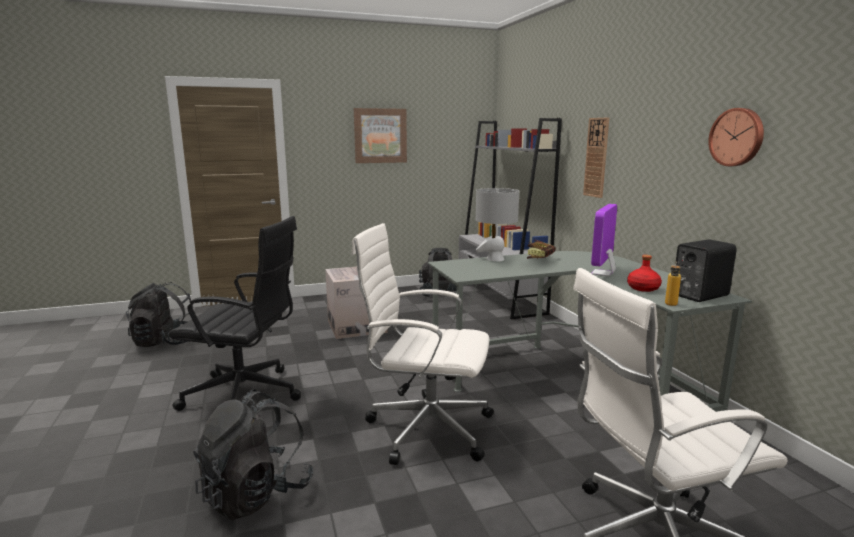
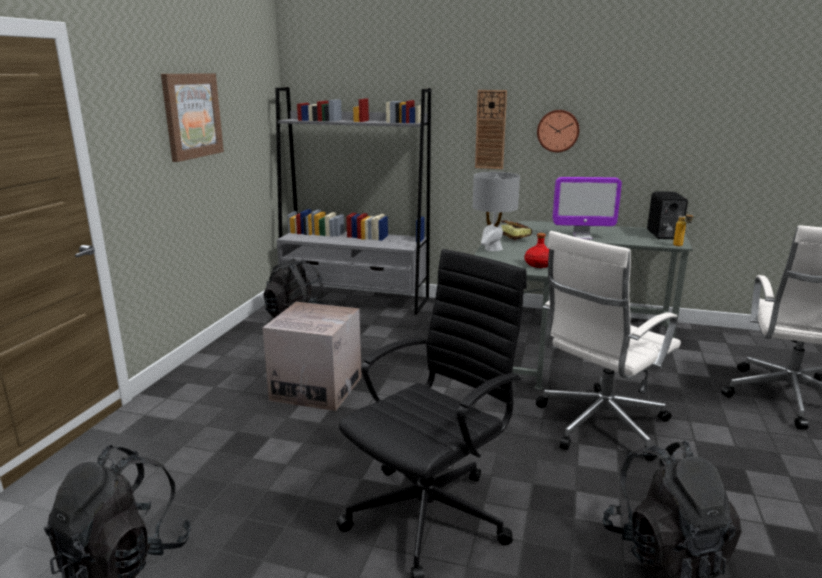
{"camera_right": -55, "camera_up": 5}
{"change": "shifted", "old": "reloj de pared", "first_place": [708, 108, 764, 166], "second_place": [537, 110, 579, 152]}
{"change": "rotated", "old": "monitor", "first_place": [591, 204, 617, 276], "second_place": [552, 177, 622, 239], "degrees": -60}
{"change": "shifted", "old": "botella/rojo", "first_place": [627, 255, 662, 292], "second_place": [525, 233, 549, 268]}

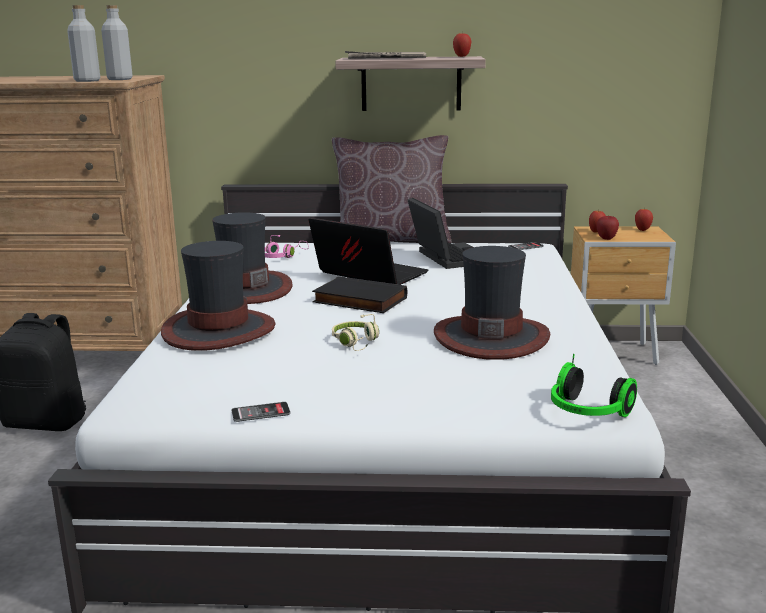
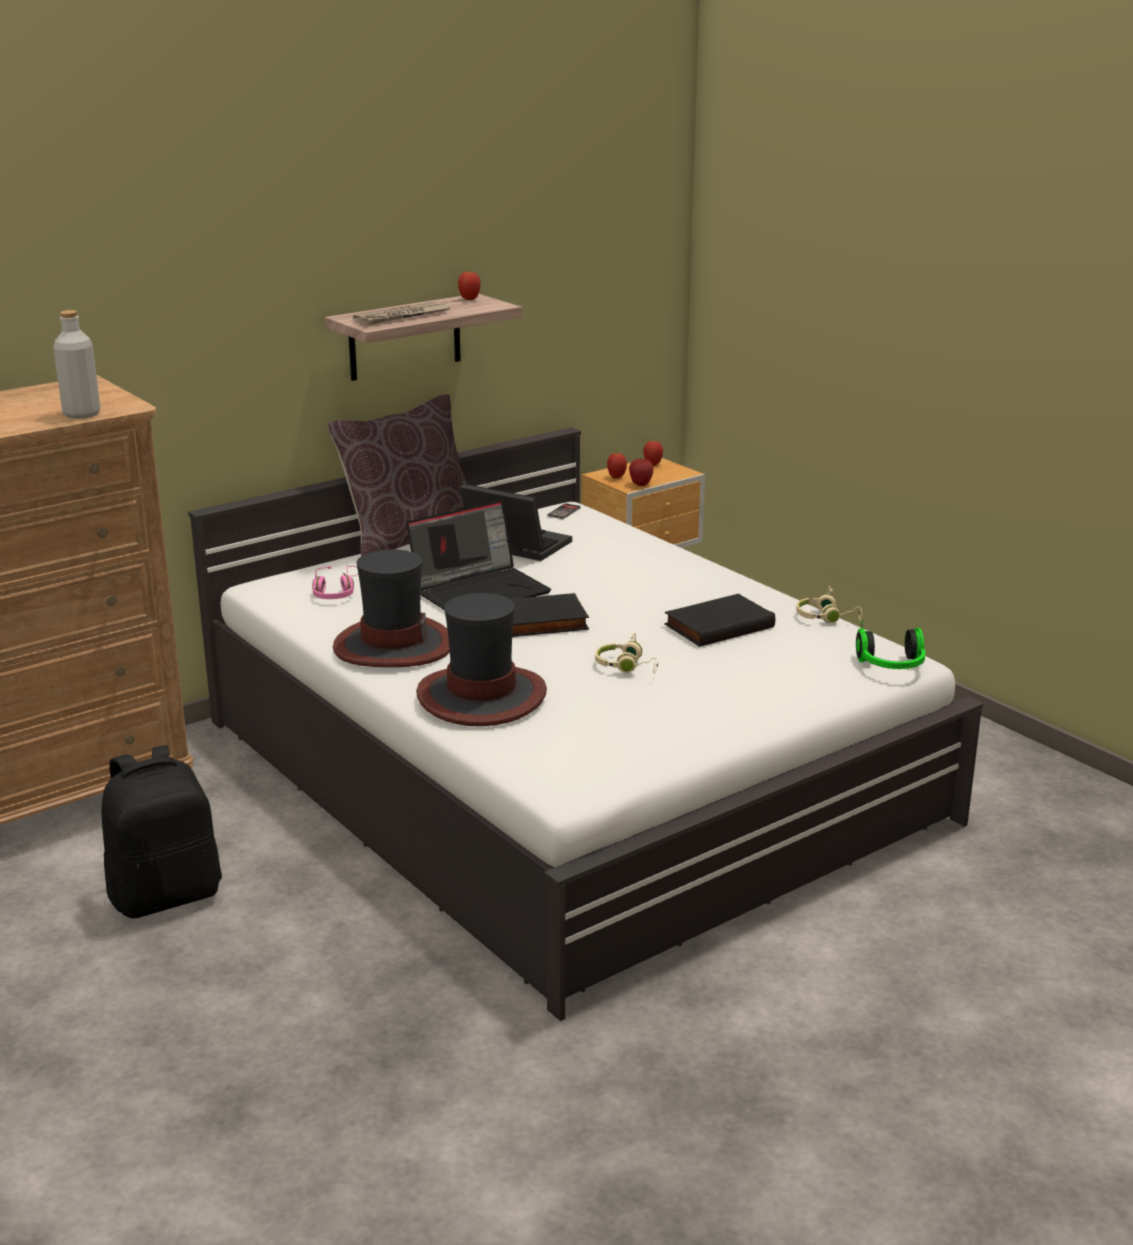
{"camera_right": -40, "camera_up": 5}
{"change": "gone", "old": "botella/gris", "first_place": [101, 5, 133, 80]}
{"change": "rotated", "old": "portátil", "first_place": [308, 217, 428, 285], "second_place": [406, 500, 551, 610], "degrees": 150}
{"change": "swapped", "old": "sombrero", "new": "libro/negro", "first_place": [434, 246, 550, 360], "second_place": [664, 594, 775, 647]}
{"change": "gone", "old": "móvil", "first_place": [231, 402, 290, 422]}
{"change": "new", "new": "auriculares/beis", "second_place": [796, 586, 862, 623]}

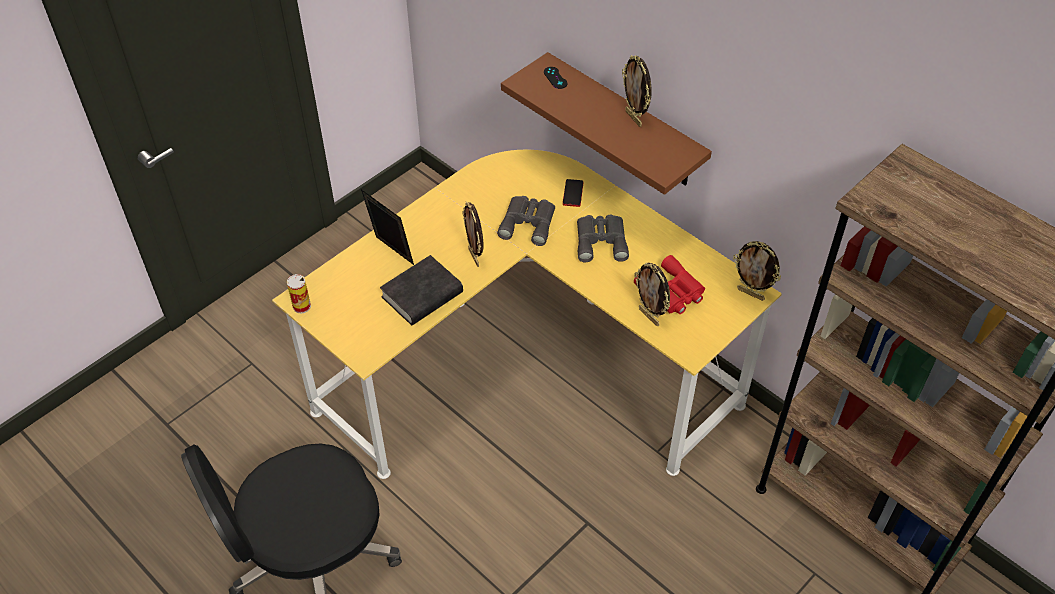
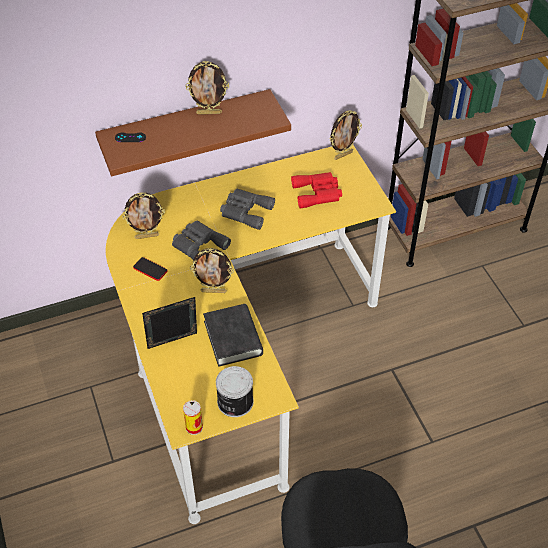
{"camera_right": -65, "camera_up": 0}
{"change": "shifted", "old": "móvil", "first_place": [563, 179, 583, 207], "second_place": [133, 257, 168, 281]}
{"change": "shifted", "old": "portarretratos", "first_place": [634, 262, 670, 326], "second_place": [122, 192, 165, 239]}
{"change": "new", "new": "lata", "second_place": [216, 366, 254, 417]}

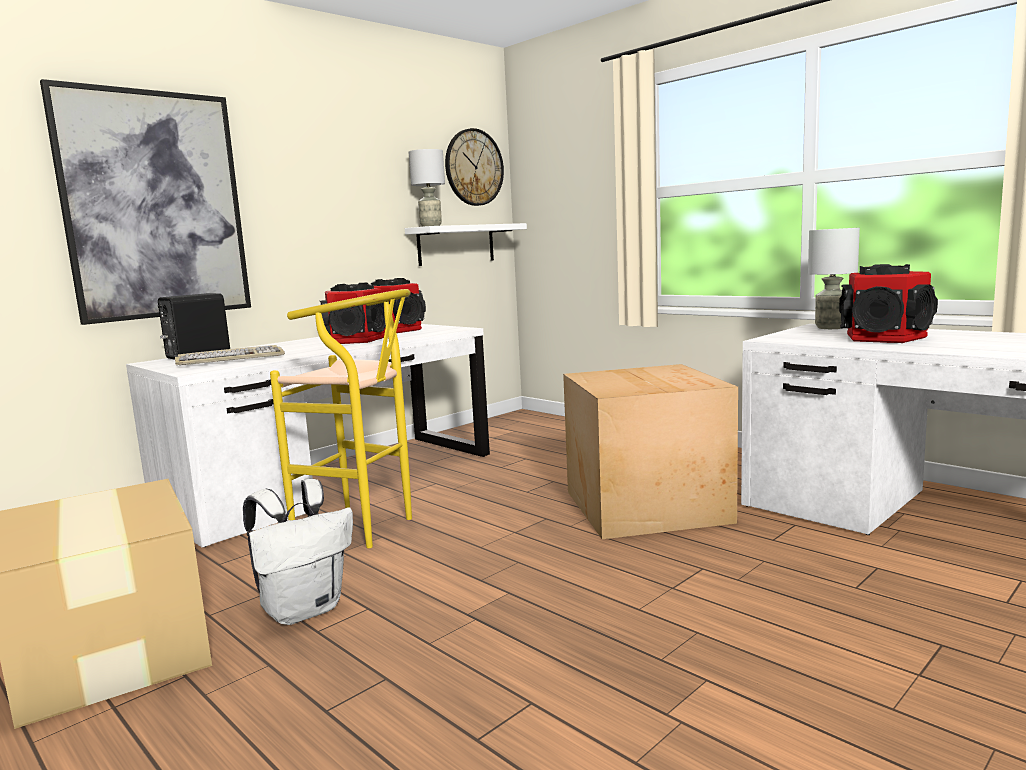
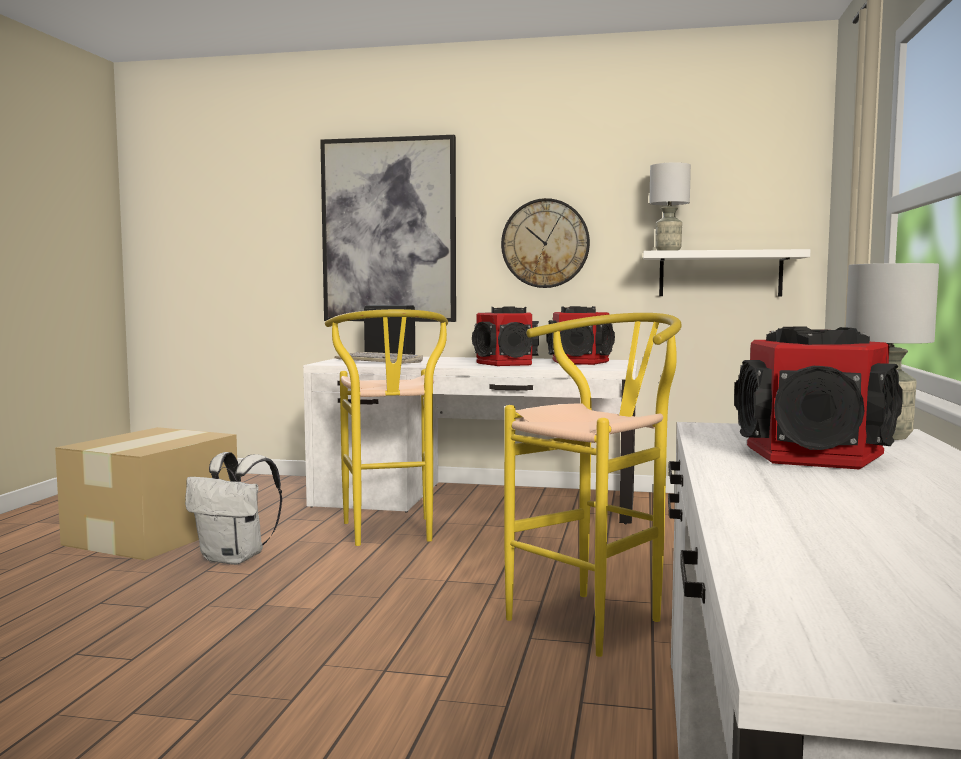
{"camera_right": 55, "camera_up": -5}
{"change": "shifted", "old": "reloj de pared", "first_place": [445, 128, 504, 206], "second_place": [501, 198, 590, 288]}
{"change": "swapped", "old": "caja de cartón", "new": "taburete/amarillo", "first_place": [563, 364, 738, 539], "second_place": [504, 313, 682, 657]}

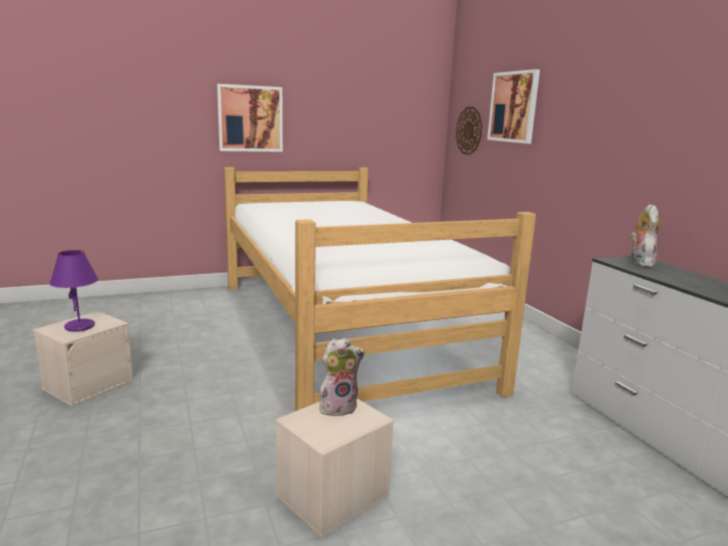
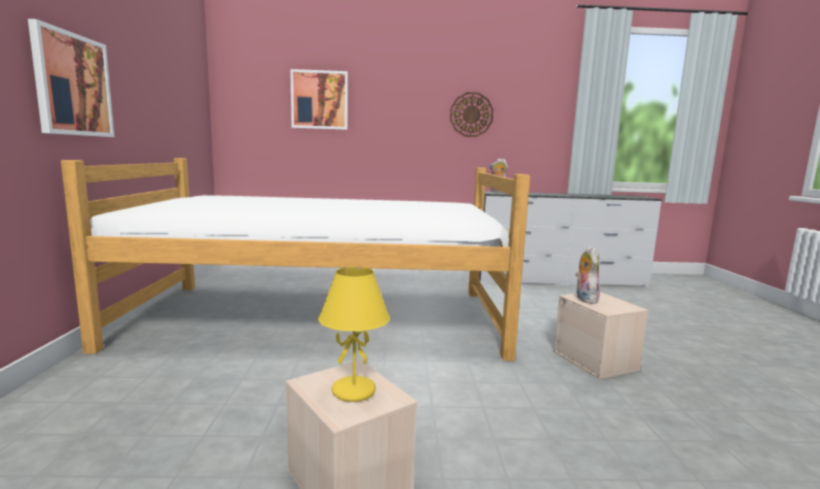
{"camera_right": -70, "camera_up": -5}
{"change": "shifted", "old": "reloj de pared", "first_place": [456, 107, 482, 155], "second_place": [450, 92, 493, 137]}
{"change": "repainted", "old": "lámpara de mesa/morado", "new": "lámpara de mesa/amarillo", "first_place": [50, 250, 98, 332], "second_place": [318, 267, 390, 402]}

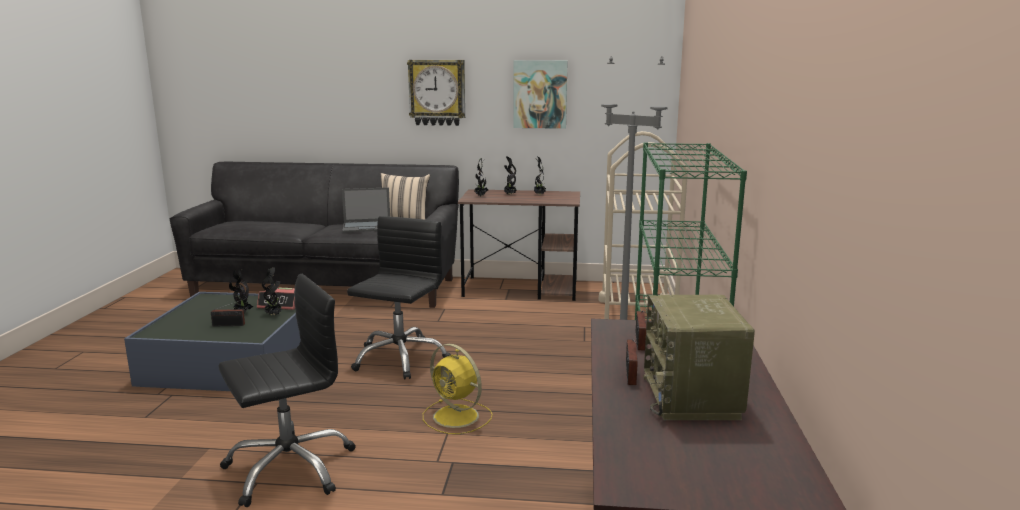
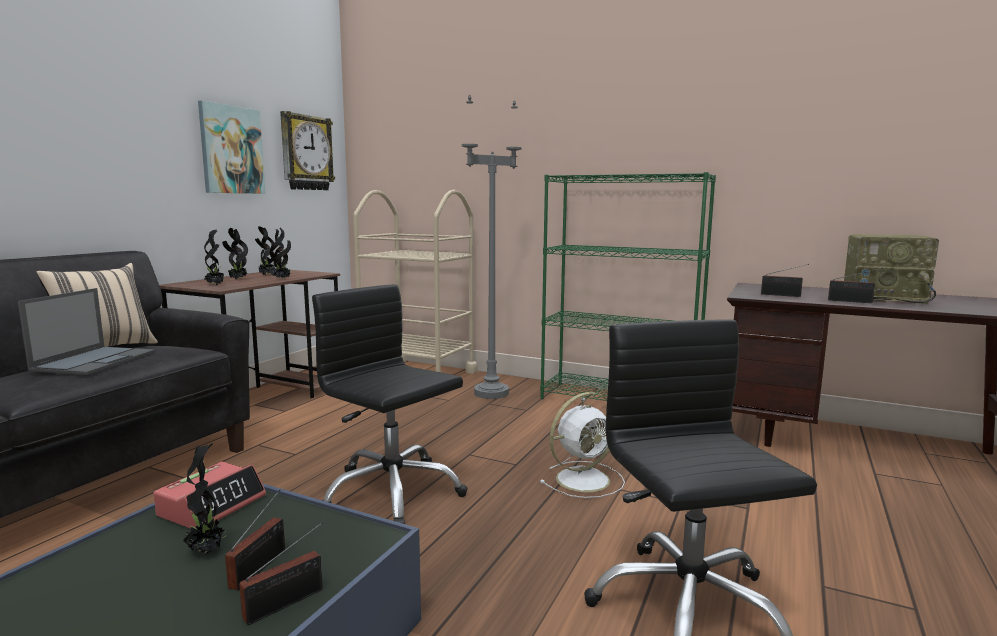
{"camera_right": -70, "camera_up": -5}
{"change": "shifted", "old": "reloj de pared", "first_place": [407, 60, 465, 126], "second_place": [280, 111, 335, 190]}
{"change": "shifted", "old": "planta en maceta", "first_place": [262, 267, 281, 316], "second_place": [270, 228, 292, 279]}
{"change": "repainted", "old": "ventilador/amarillo", "new": "ventilador/blanco", "first_place": [423, 344, 493, 434], "second_place": [539, 392, 625, 498]}
{"change": "new", "new": "radio", "second_place": [239, 522, 324, 625]}

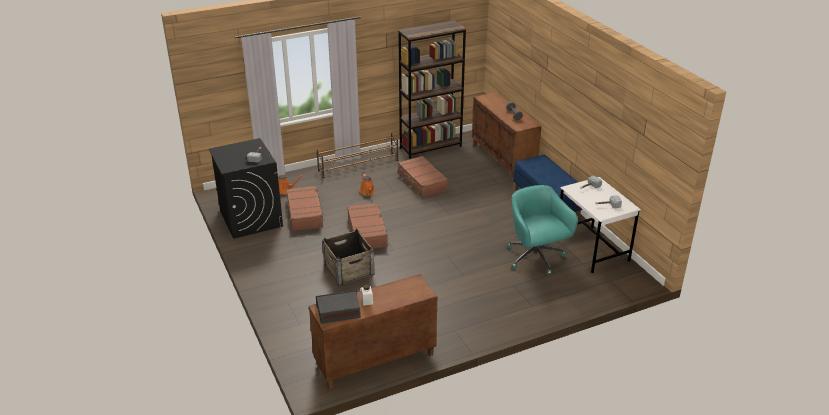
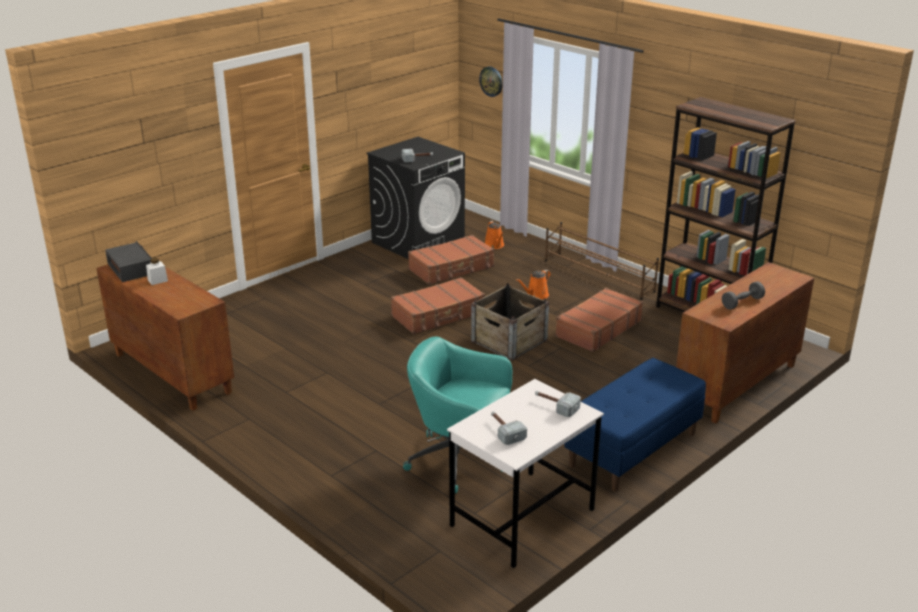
{"camera_right": 70, "camera_up": -5}
{"change": "rotated", "old": "silla de oficina/turquesa", "first_place": [507, 185, 578, 275], "second_place": [403, 337, 512, 493], "degrees": -120}
{"change": "shifted", "old": "caja de embalaje", "first_place": [322, 229, 375, 286], "second_place": [471, 283, 549, 361]}
{"change": "new", "new": "reloj de pared", "second_place": [479, 66, 503, 97]}

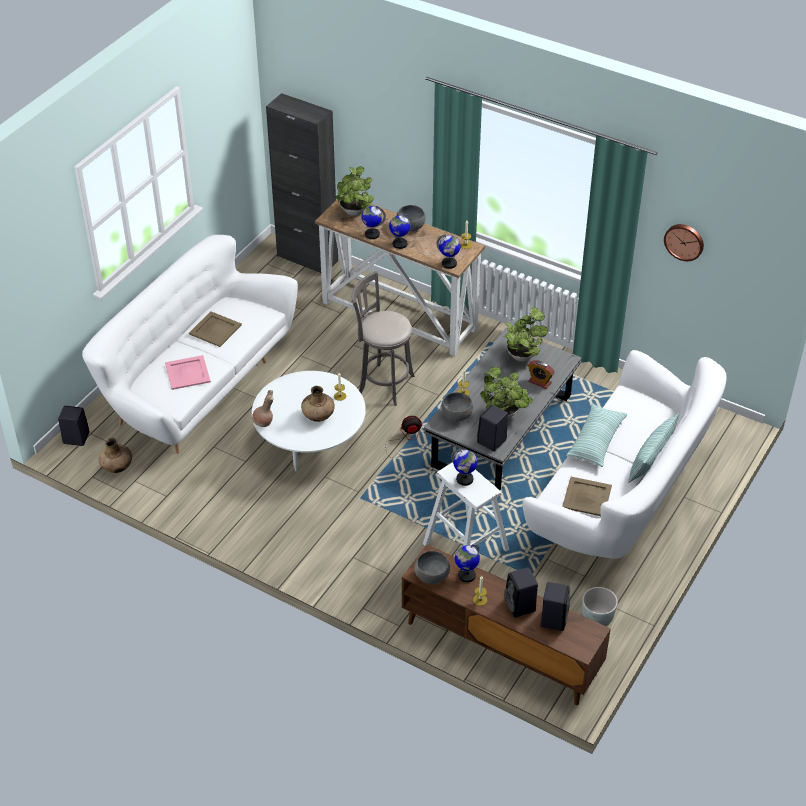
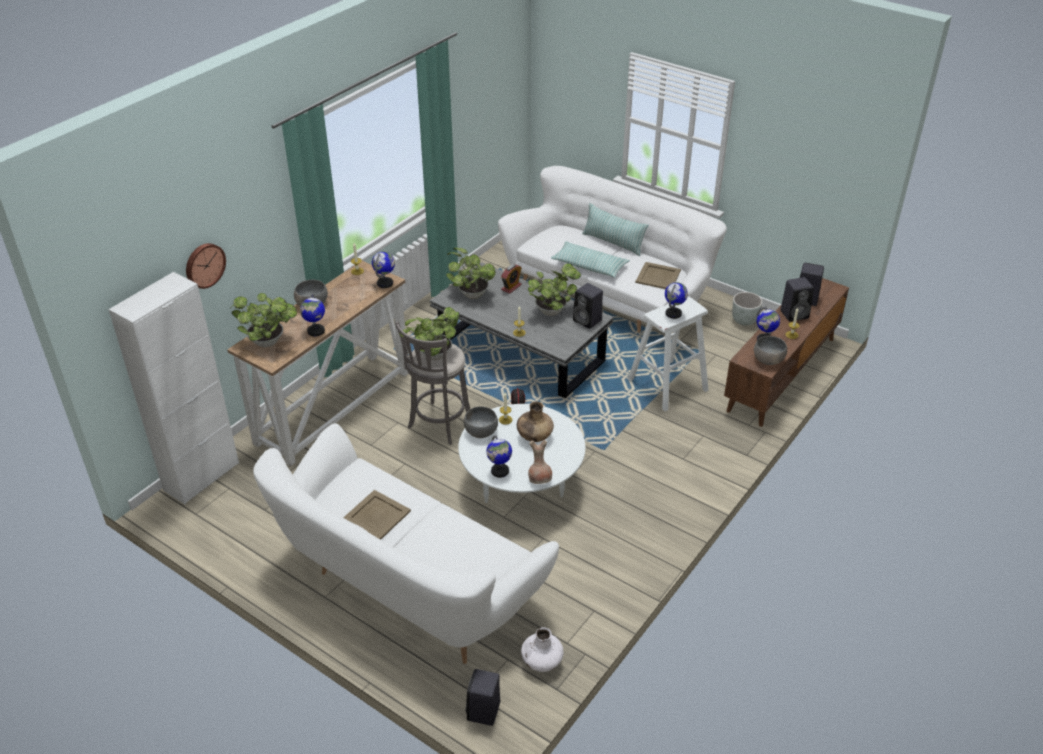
{"camera_right": -85, "camera_up": -5}
{"change": "repainted", "old": "armario/negro", "new": "armario/blanco", "first_place": [266, 93, 338, 273], "second_place": [109, 272, 239, 504]}
{"change": "shifted", "old": "globo terráqueo", "first_place": [389, 214, 412, 249], "second_place": [486, 435, 512, 478]}
{"change": "shifted", "old": "reloj de pared", "first_place": [664, 224, 704, 261], "second_place": [186, 243, 226, 289]}
{"change": "gone", "old": "bandeja/rosa", "first_place": [165, 355, 211, 390]}
{"change": "shifted", "old": "cuenco/gris", "first_place": [441, 392, 473, 422], "second_place": [464, 406, 498, 438]}
{"change": "repainted", "old": "florero/marrón", "new": "florero/blanco", "first_place": [99, 438, 132, 473], "second_place": [521, 627, 564, 672]}
{"change": "new", "new": "planta en maceta", "second_place": [400, 307, 459, 360]}

